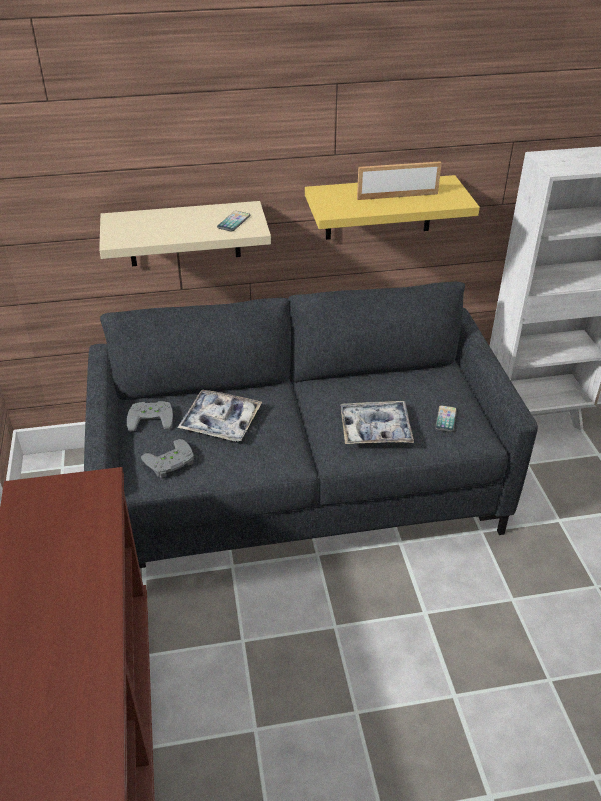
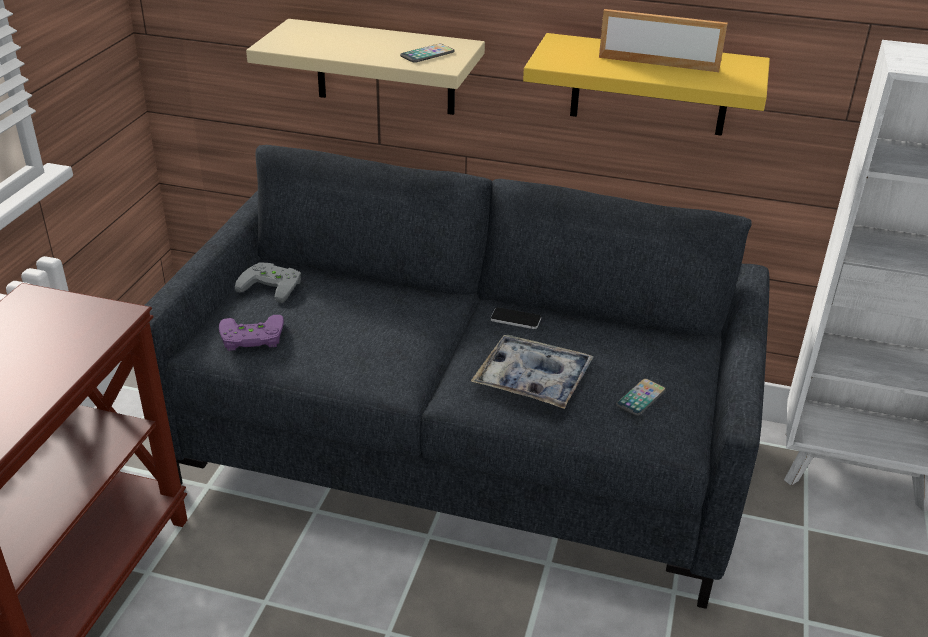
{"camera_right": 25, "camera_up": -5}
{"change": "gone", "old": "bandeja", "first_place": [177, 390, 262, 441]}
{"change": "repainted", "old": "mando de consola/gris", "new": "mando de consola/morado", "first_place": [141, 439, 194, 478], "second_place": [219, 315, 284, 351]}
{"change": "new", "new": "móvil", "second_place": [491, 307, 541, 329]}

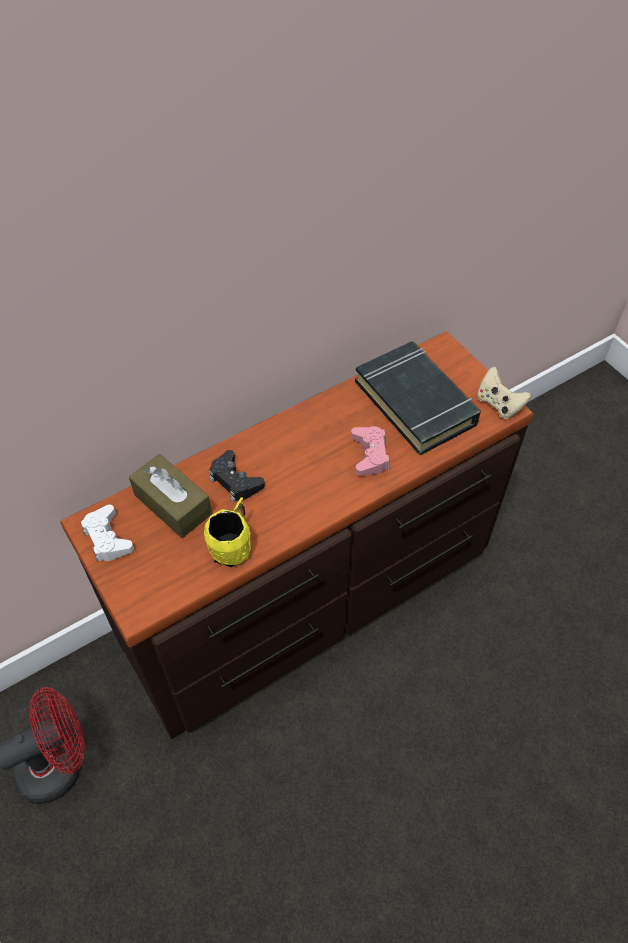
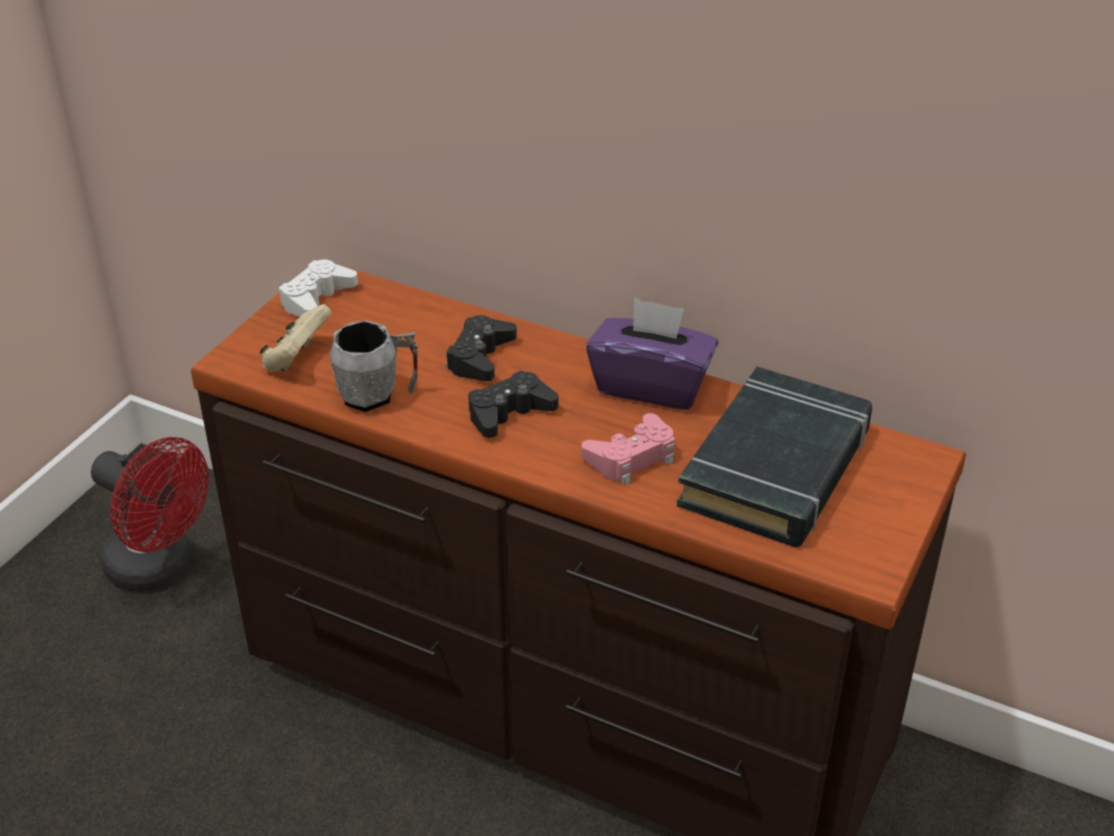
{"camera_right": 60, "camera_up": -15}
{"change": "shifted", "old": "mando de consola/beis", "first_place": [477, 367, 531, 419], "second_place": [260, 304, 332, 372]}
{"change": "gone", "old": "caja de pañuelos/marrón", "first_place": [129, 454, 212, 538]}
{"change": "repainted", "old": "taza grande/amarillo", "new": "taza grande/gris", "first_place": [204, 497, 251, 567], "second_place": [330, 320, 418, 412]}
{"change": "new", "new": "caja de pañuelos/morado", "second_place": [586, 298, 718, 410]}
{"change": "new", "new": "mando de consola/negro", "second_place": [468, 371, 559, 438]}

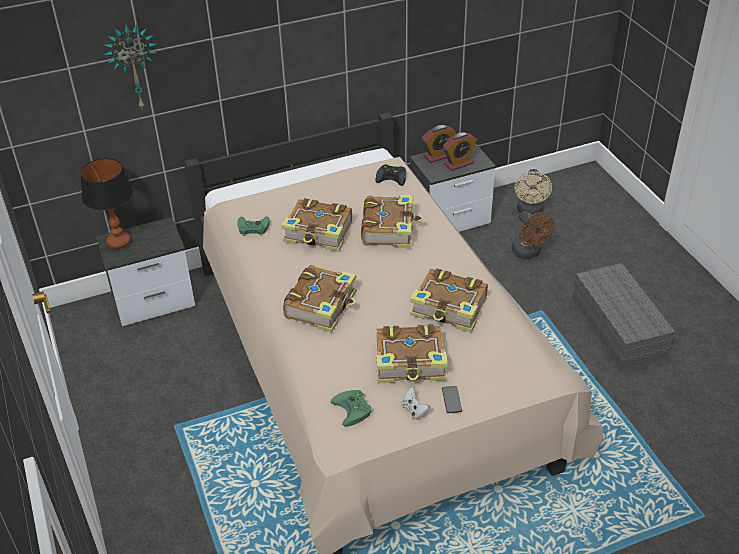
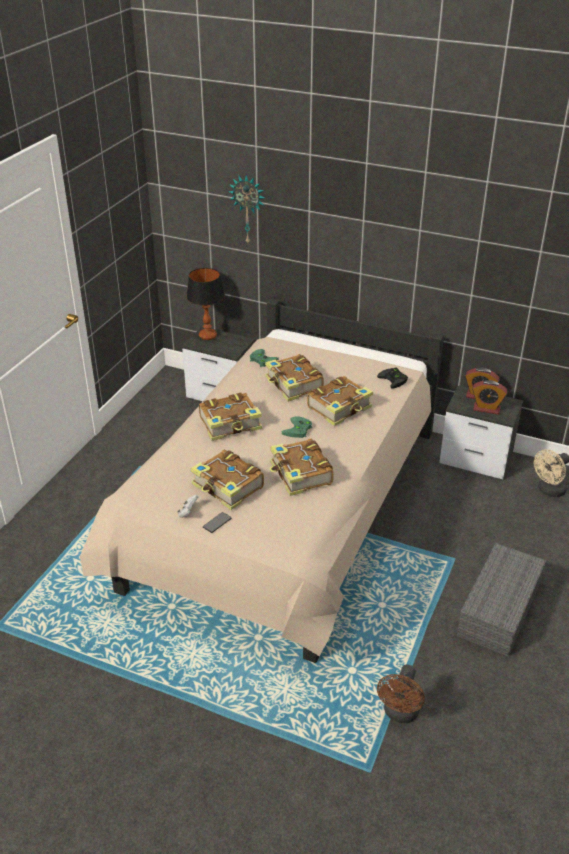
{"camera_right": 45, "camera_up": -5}
{"change": "shifted", "old": "ventilador/marrón", "first_place": [511, 211, 554, 259], "second_place": [377, 665, 425, 723]}
{"change": "shifted", "old": "mando de consola/verde", "first_place": [331, 390, 372, 427], "second_place": [282, 416, 312, 438]}

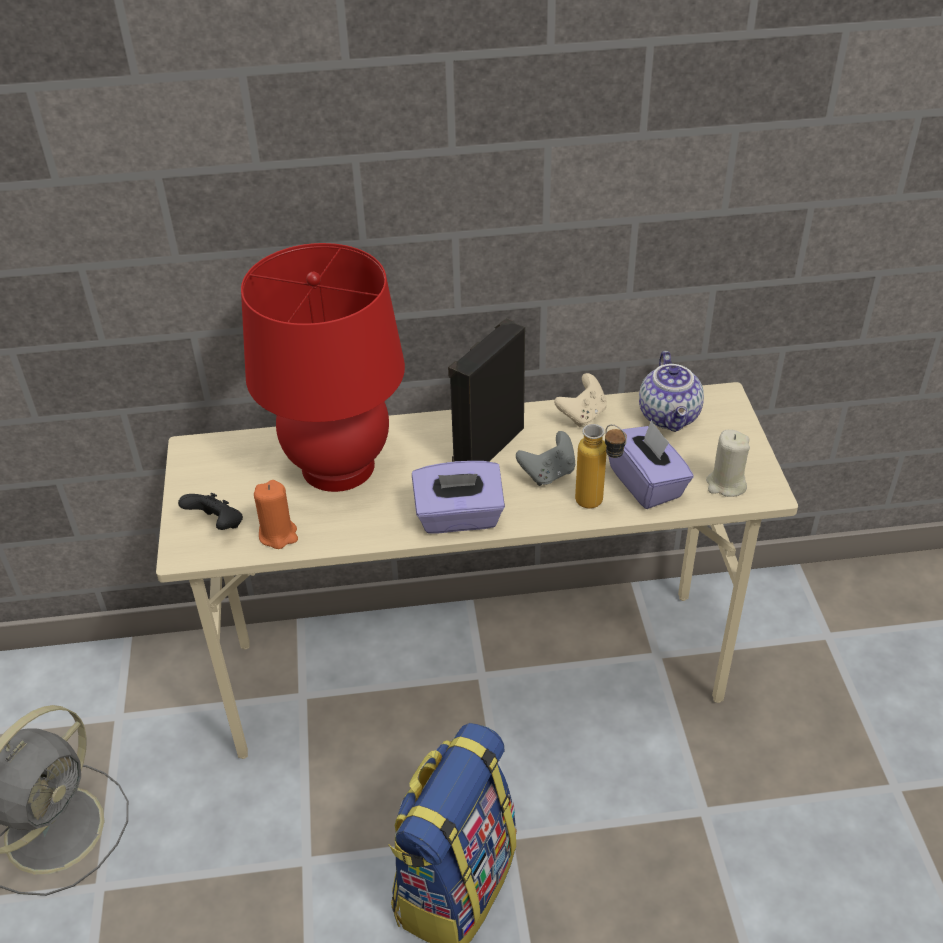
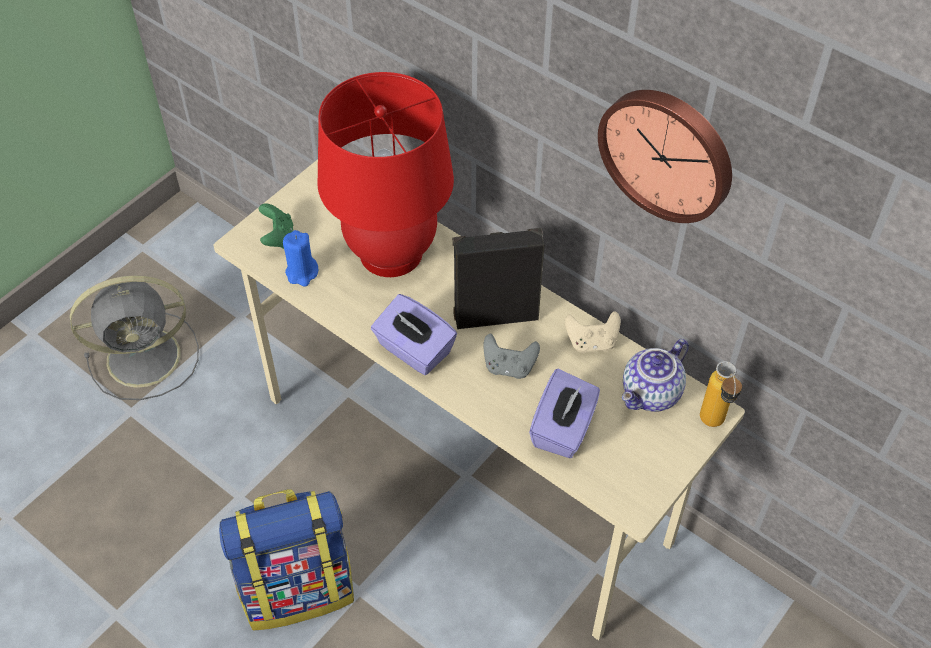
{"camera_right": 45, "camera_up": 10}
{"change": "shifted", "old": "botella", "first_place": [575, 424, 627, 509], "second_place": [700, 361, 742, 427]}
{"change": "gone", "old": "vela/beis", "first_place": [706, 430, 750, 497]}
{"change": "repainted", "old": "vela/naranja", "new": "vela/azul", "first_place": [254, 480, 298, 549], "second_place": [283, 230, 318, 286]}
{"change": "repainted", "old": "mando de consola/negro", "new": "mando de consola/verde", "first_place": [178, 493, 243, 530], "second_place": [259, 203, 293, 249]}
{"change": "new", "new": "reloj de pared", "second_place": [598, 90, 732, 223]}

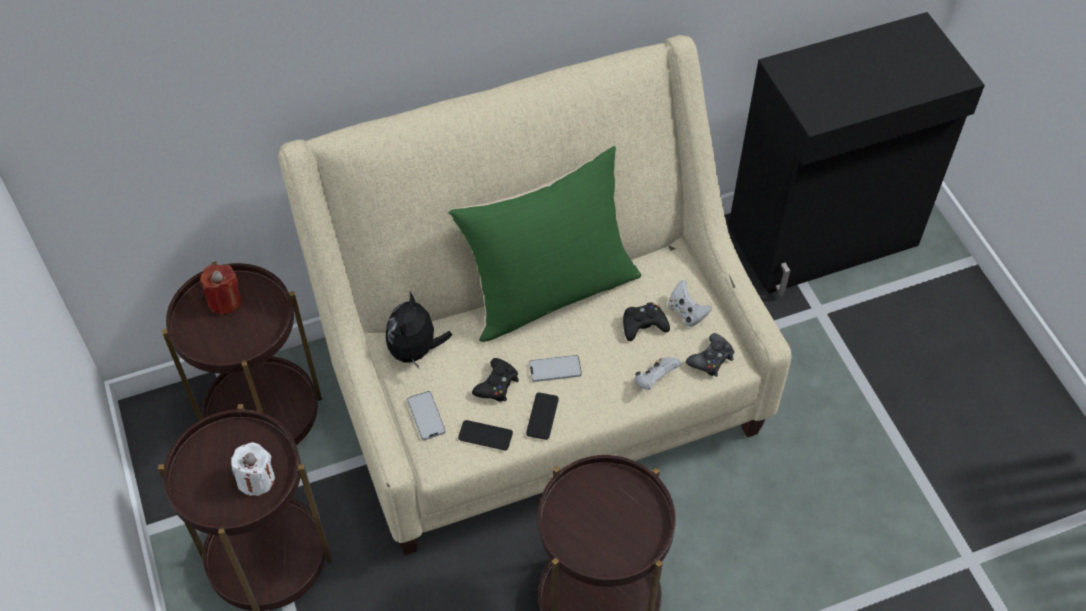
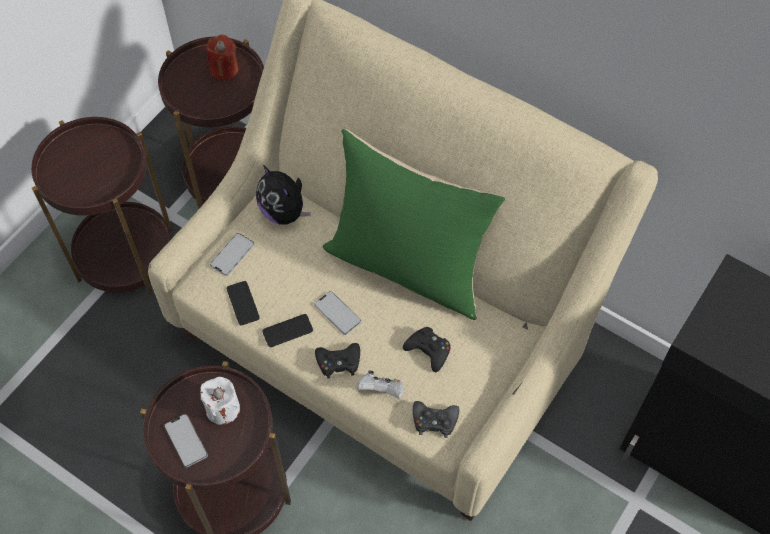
{"camera_right": 55, "camera_up": 5}
{"change": "gone", "old": "mando de consola/blanco", "first_place": [668, 280, 712, 327]}
{"change": "rotated", "old": "peluche", "first_place": [385, 292, 452, 368], "second_place": [256, 165, 311, 224], "degrees": -105}
{"change": "shifted", "old": "mando de consola/negro", "first_place": [472, 358, 519, 402], "second_place": [315, 343, 360, 379]}
{"change": "shifted", "old": "vela/blanco", "first_place": [231, 442, 275, 496], "second_place": [200, 377, 240, 425]}
{"change": "new", "new": "móvil", "second_place": [164, 414, 208, 468]}

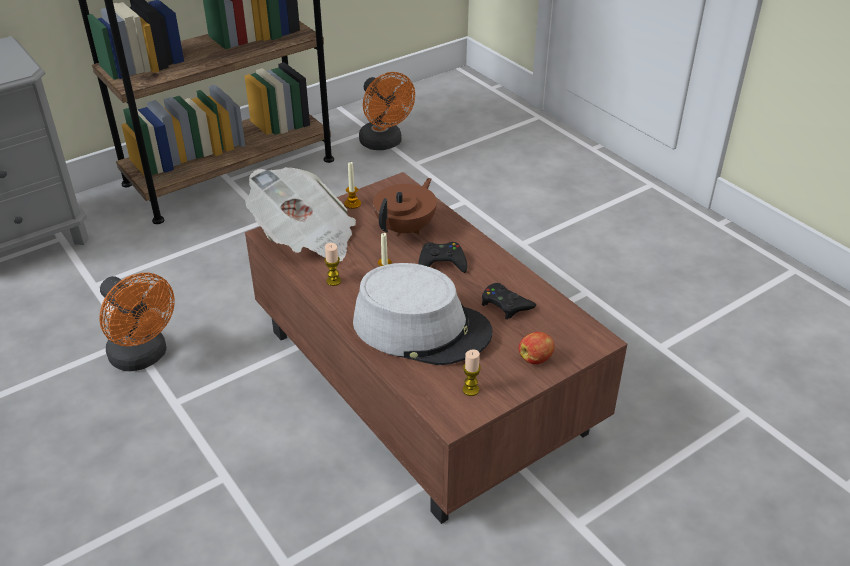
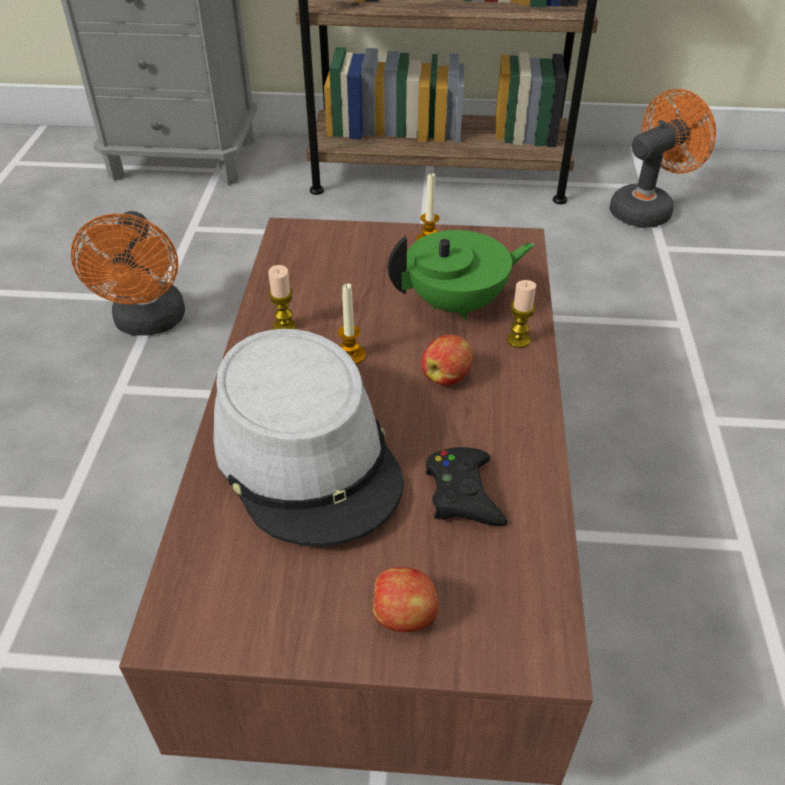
{"camera_right": 40, "camera_up": 5}
{"change": "rotated", "old": "ventilador/naranja", "first_place": [359, 72, 415, 150], "second_place": [609, 89, 716, 228], "degrees": -135}
{"change": "gone", "old": "periódico", "first_place": [245, 167, 356, 261]}
{"change": "repainted", "old": "tetera/marrón", "new": "tetera/verde", "first_place": [373, 178, 437, 236], "second_place": [388, 230, 535, 320]}
{"change": "swapped", "old": "mando de consola/negro", "new": "manzana", "first_place": [418, 242, 467, 273], "second_place": [421, 335, 473, 385]}
{"change": "shifted", "old": "vela", "first_place": [462, 349, 481, 396], "second_place": [507, 280, 536, 348]}

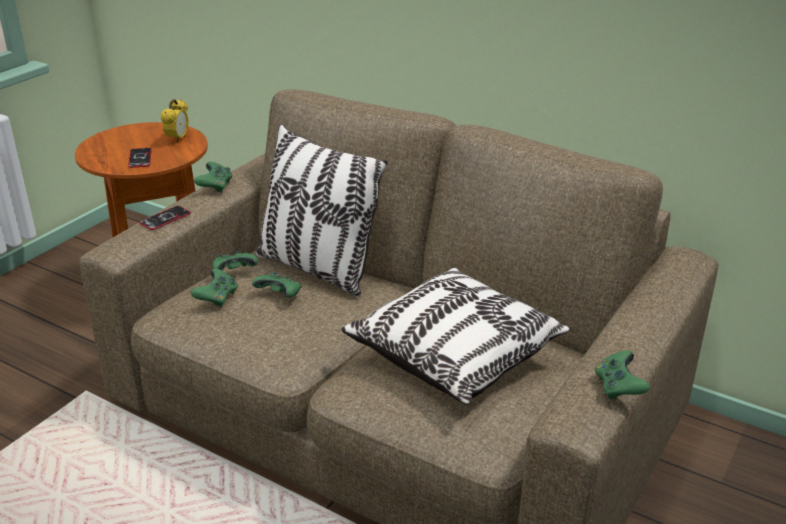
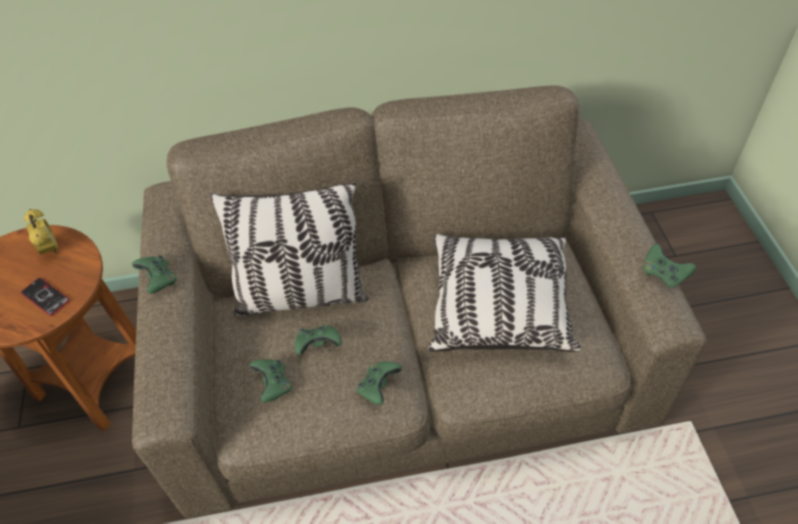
{"camera_right": -40, "camera_up": 20}
{"change": "gone", "old": "móvil", "first_place": [139, 206, 191, 230]}
{"change": "shifted", "old": "mando de consola/verde", "first_place": [212, 251, 258, 271], "second_place": [357, 362, 402, 405]}

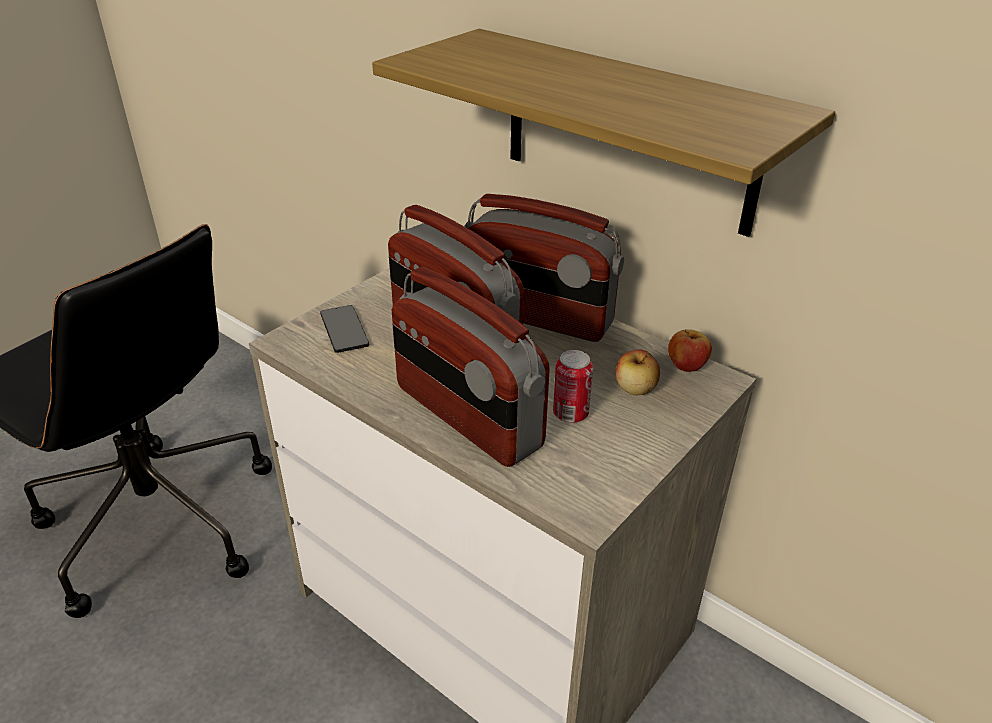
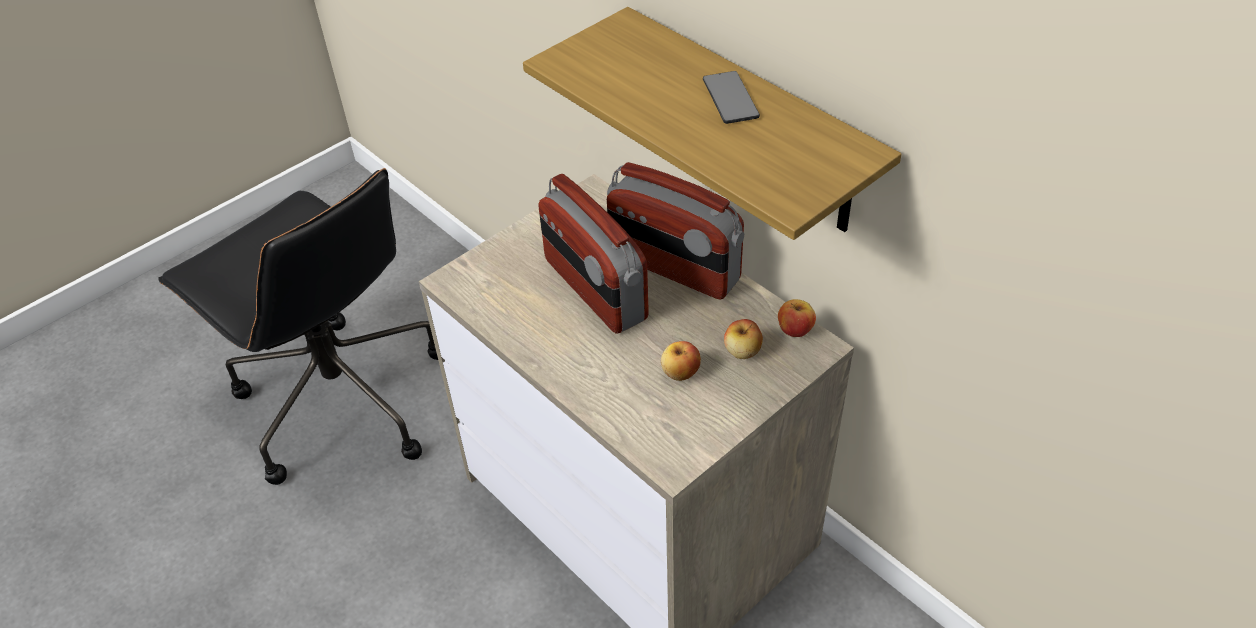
{"camera_right": 10, "camera_up": 10}
{"change": "gone", "old": "radio", "first_place": [392, 267, 550, 467]}
{"change": "shifted", "old": "móvil", "first_place": [320, 305, 369, 353], "second_place": [703, 71, 760, 124]}
{"change": "swapped", "old": "lata", "new": "manzana", "first_place": [553, 350, 593, 422], "second_place": [661, 341, 701, 381]}

